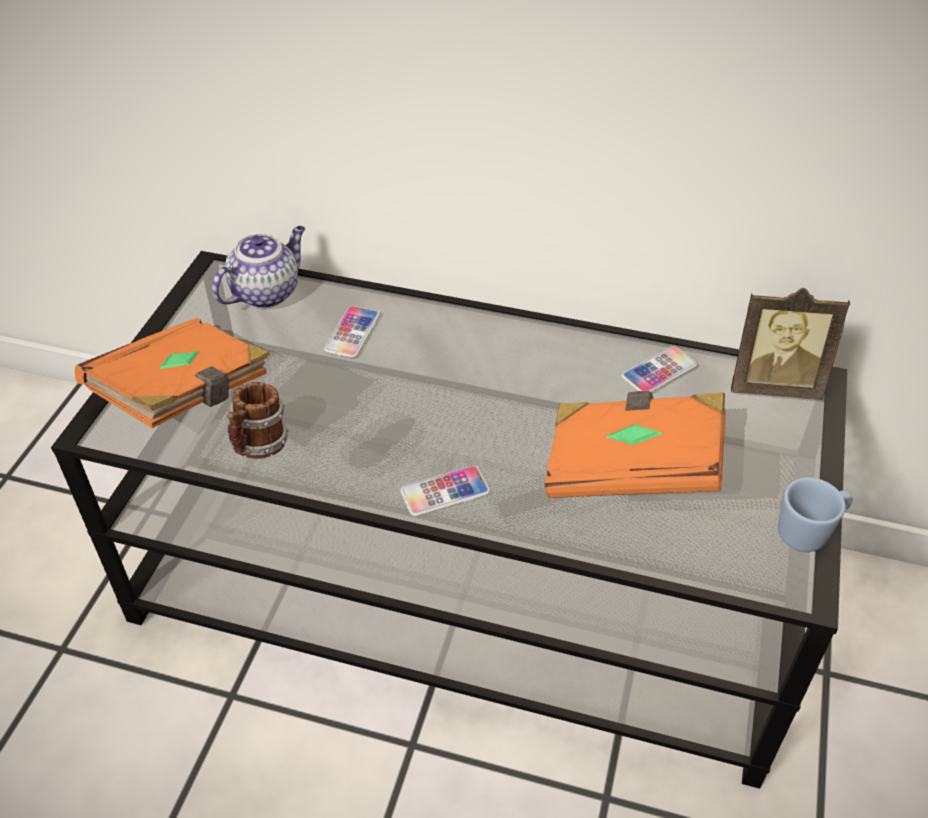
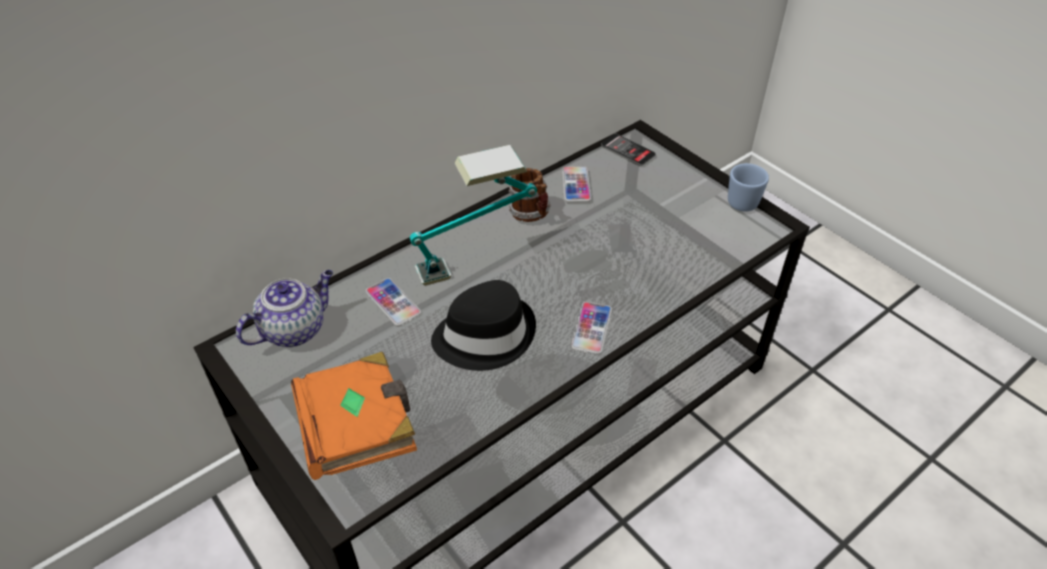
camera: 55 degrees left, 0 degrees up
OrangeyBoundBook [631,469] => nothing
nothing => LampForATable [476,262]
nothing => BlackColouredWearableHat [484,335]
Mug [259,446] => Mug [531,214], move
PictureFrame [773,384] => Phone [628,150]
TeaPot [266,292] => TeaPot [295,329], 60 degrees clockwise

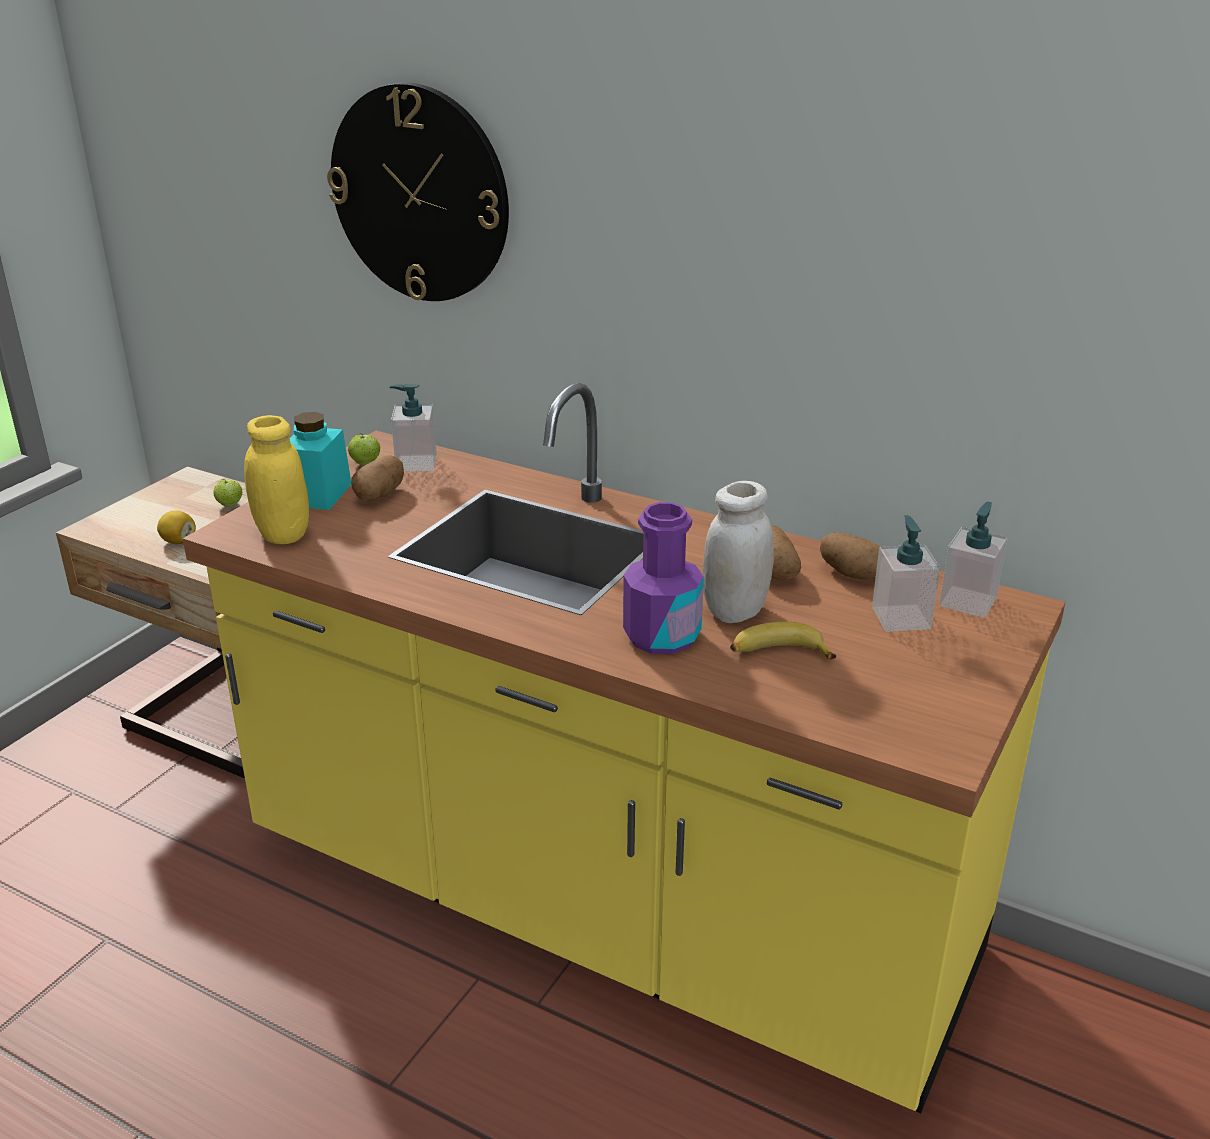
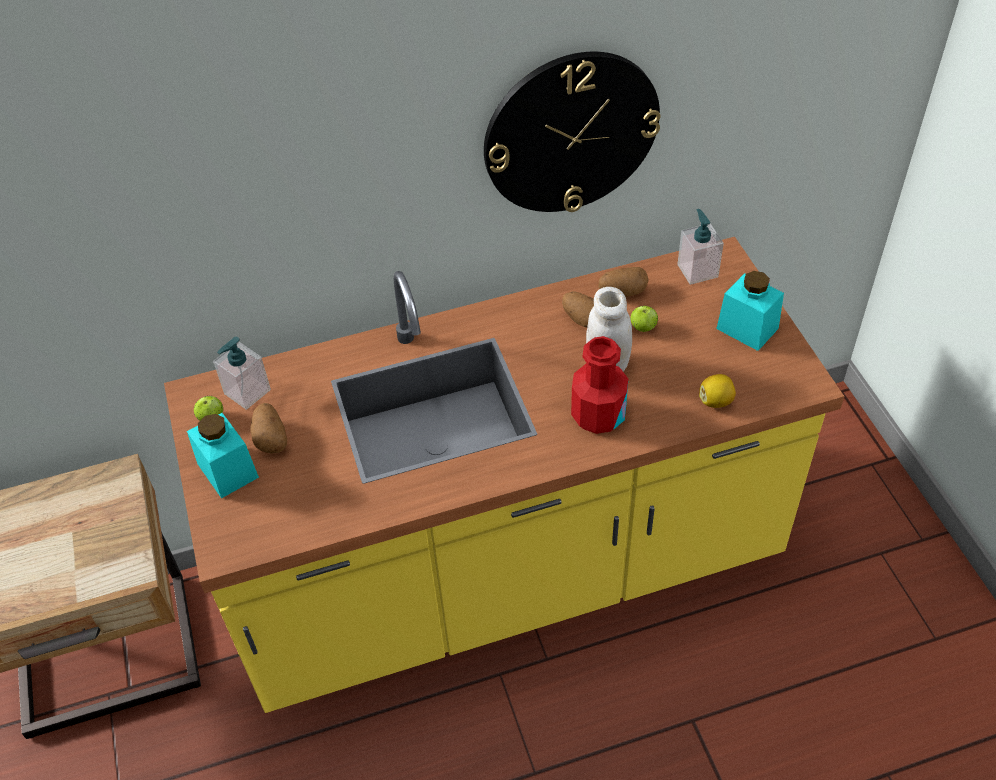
camera: 45 degrees left, 20 degrees up
YellowishPreserveJar [283,535] => nothing
WholeBanana [778,653] => nothing
SoapDispenser [900,618] => nothing
nothing => BlueGreenPreserveJar [747,328]
WholeLemon [178,541] => WholeLemon [716,401], move
AppleFruit [230,505] => AppleFruit [643,328], move
ClockOnTheWall [420,194] => ClockOnTheWall [571,133], move
PurpleColouredBeverageBottle [662,636] => RedBeverageBottle [598,415]

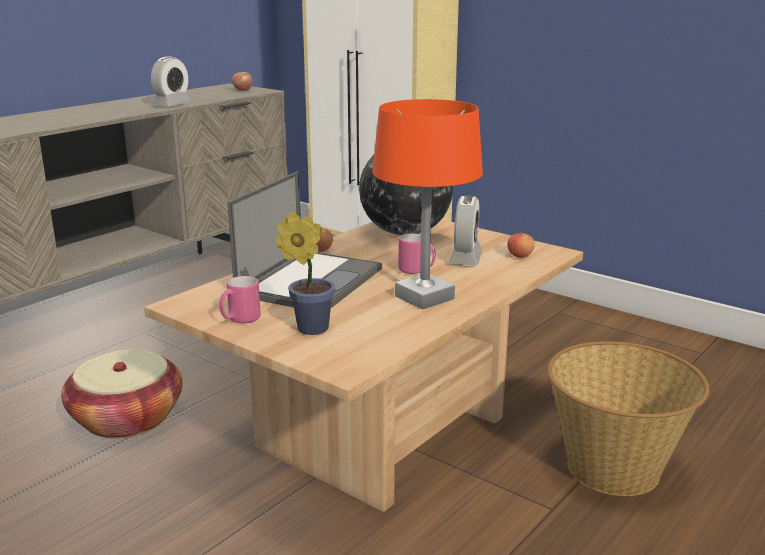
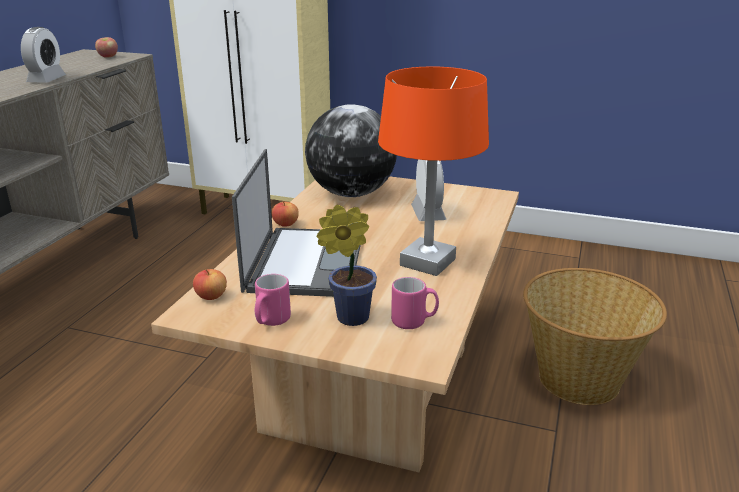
camera: 20 degrees left, 5 degrees up
Basket [127,418] => nothing
PinkMug [416,271] => PinkMug [414,322], move
AppleFruit [520,256] => AppleFruit [211,296], move

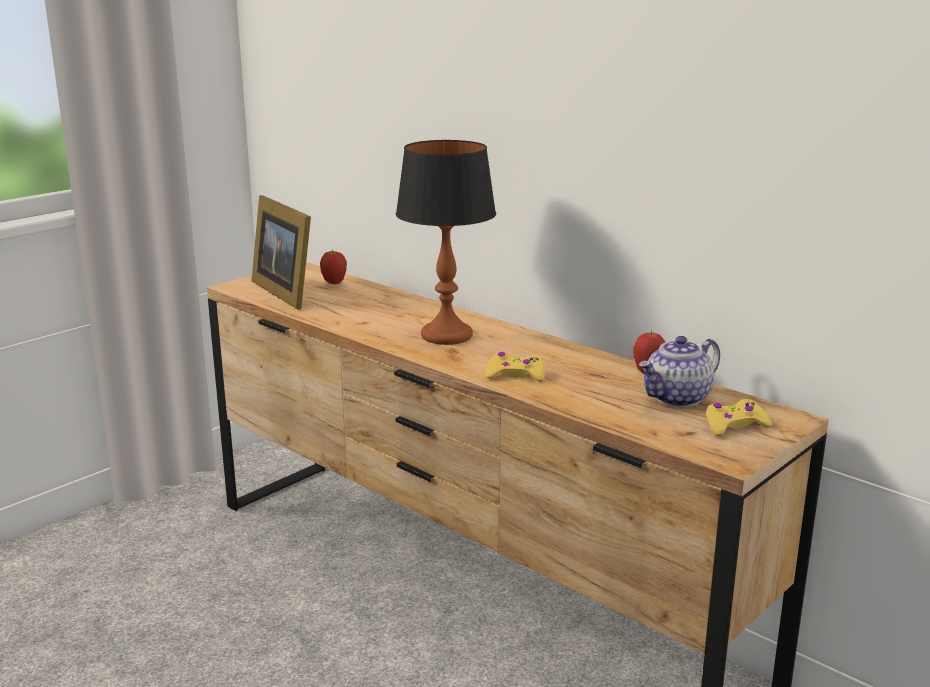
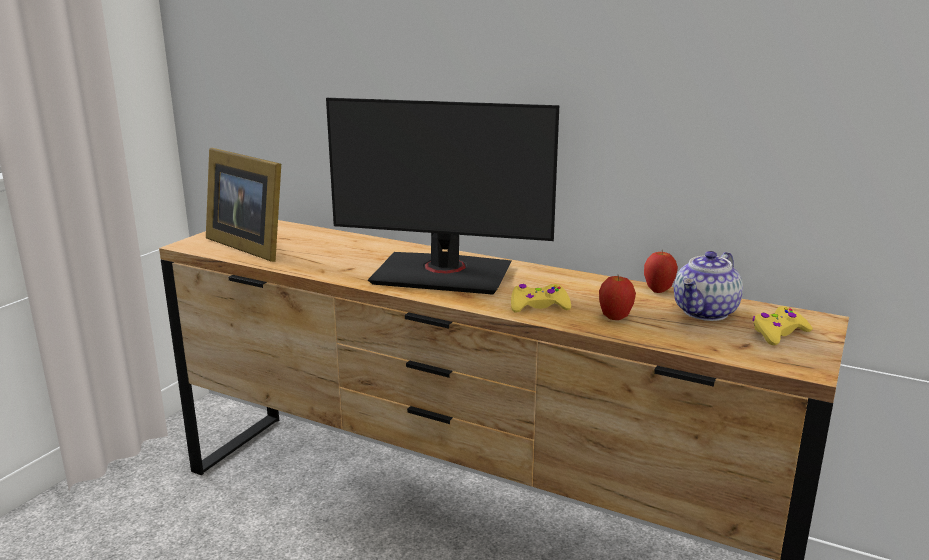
camera: 15 degrees left, 0 degrees up
AppleFruit [334,283] => AppleFruit [615,318], move
LampForATable [447,335] => ComputerDisplay [442,274]

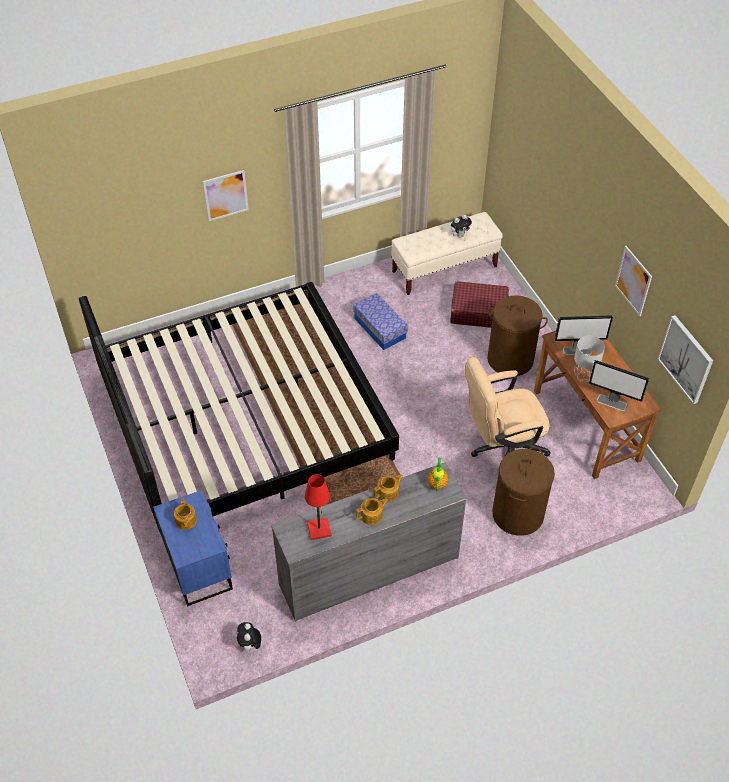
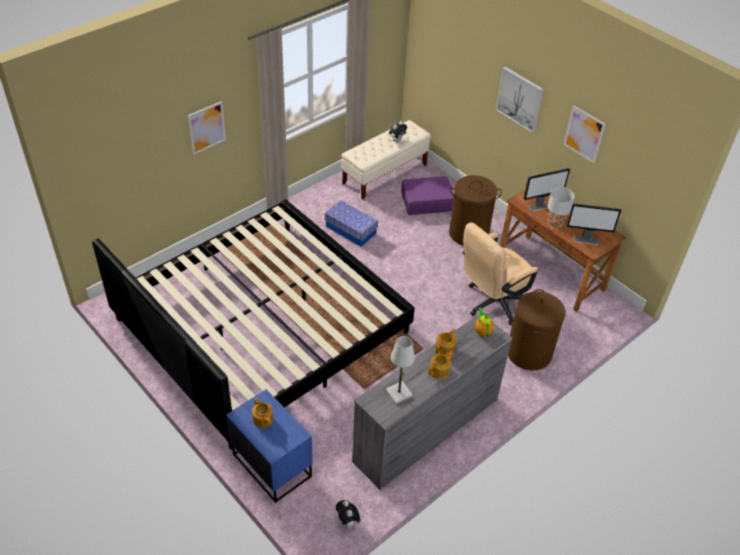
camera: 20 degrees left, 5 degrees down
WallPicture [686,359] => WallPicture [520,99], move
RedLampForATable [319,529] => WhiteColouredLampForATable [399,393]
RedPieceOfLuggage [478,311] => PurpleColouredPieceOfLuggage [426,201]

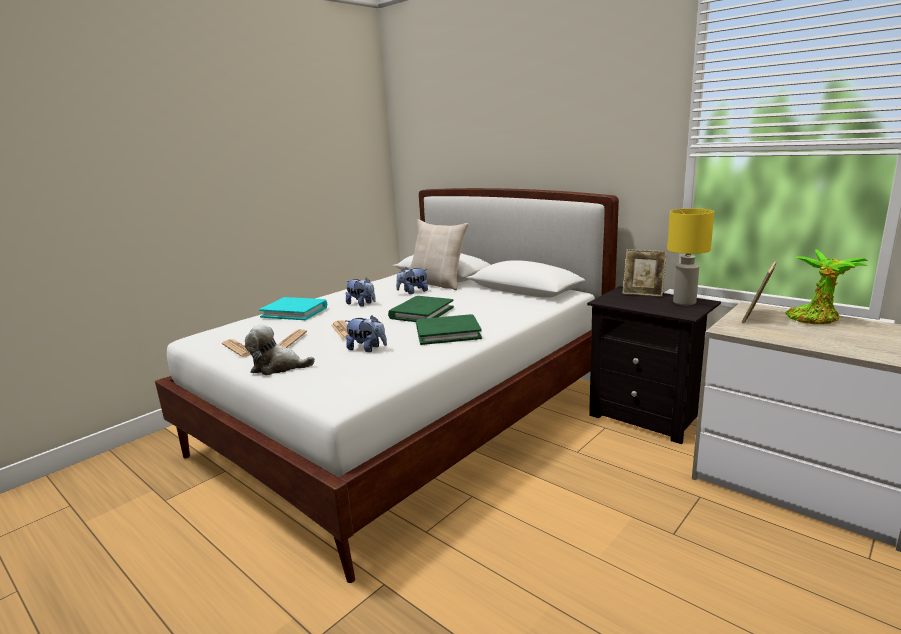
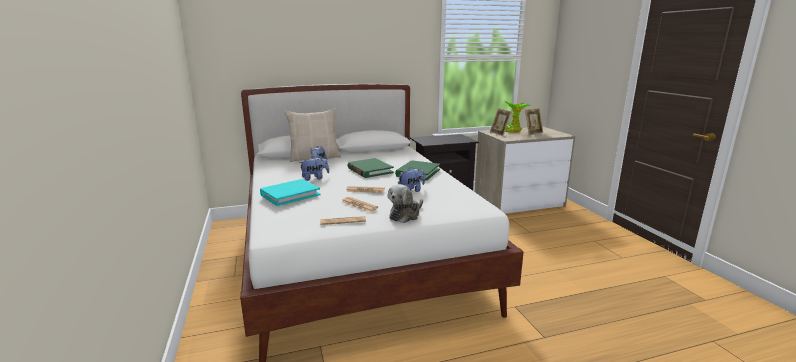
camera: 60 degrees left, 0 degrees up
YellowishLampForATable [683,302] => nothing
PictureFrame [643,293] => PictureFrame [533,133], move

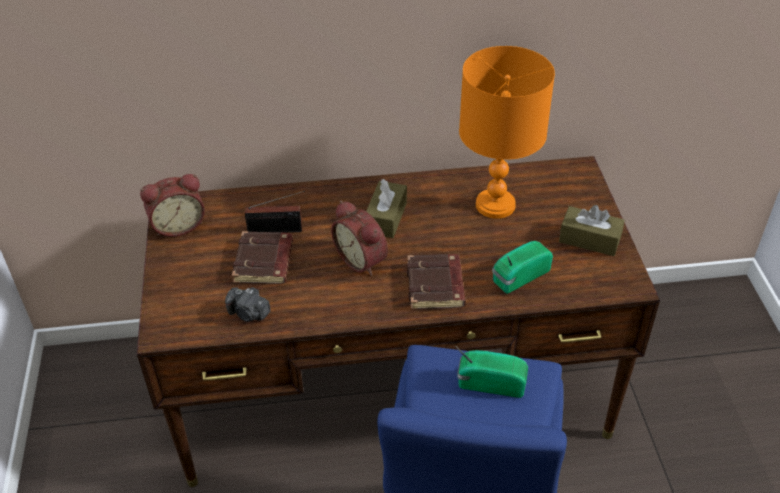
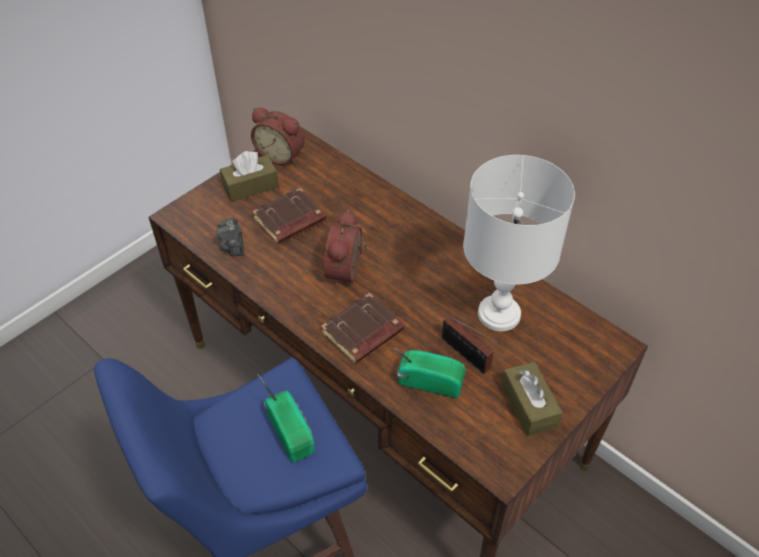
camera: 50 degrees right, 5 degrees up
RadioReceiver [278,230] => RadioReceiver [467,356], move
BrownishTissueHolder [386,218] => BrownishTissueHolder [250,186], move
OrangeyLampForATable [496,204] => WhiteColouredLampForATable [500,314]

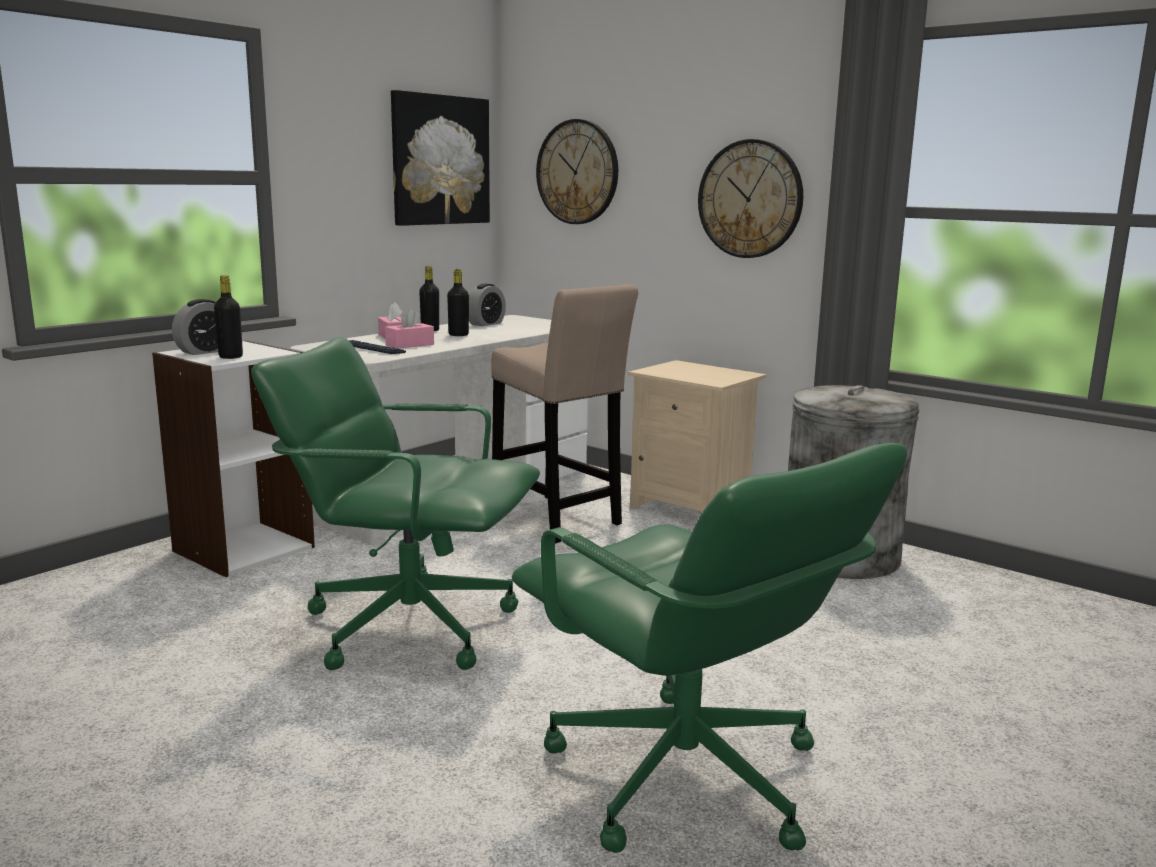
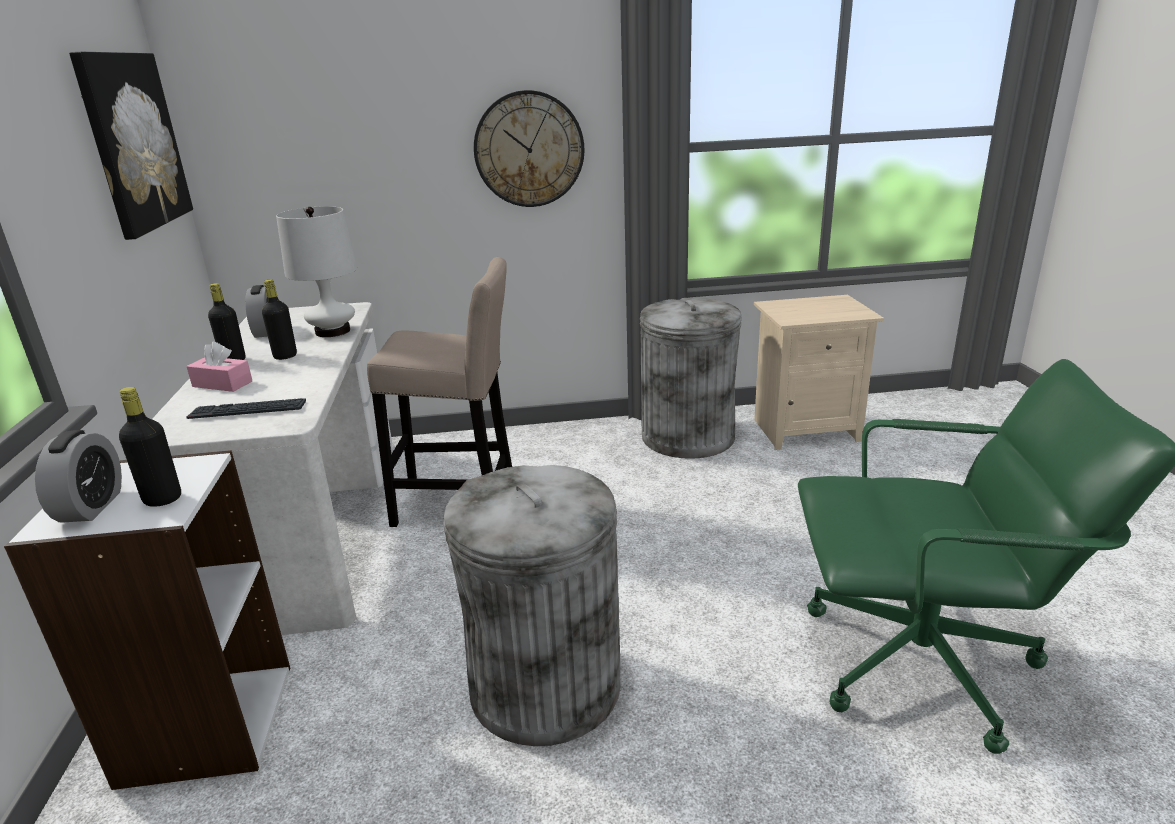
camera: 45 degrees left, 10 degrees up
PinkTissueHolder [410,345] => nothing
ClockOnTheWall [577,172] => nothing
nothing => WhiteColouredLampForATable [333,331]
BeigeColouredNightstand [691,508] => BeigeColouredNightstand [804,429], move
GreenColouredComputerChair [408,625] => GrayTrashCan [544,685]

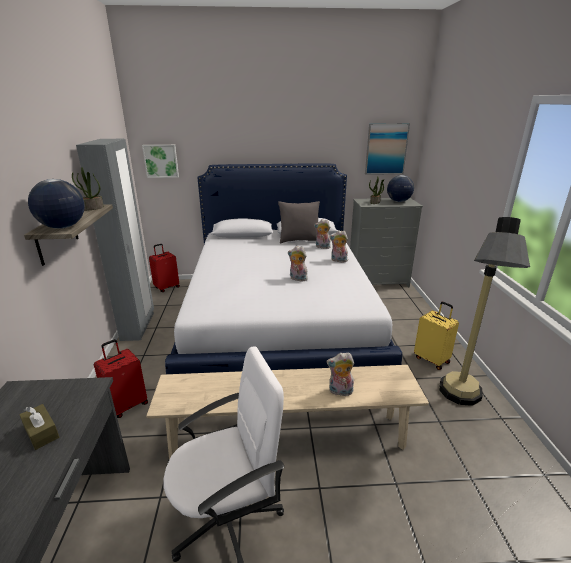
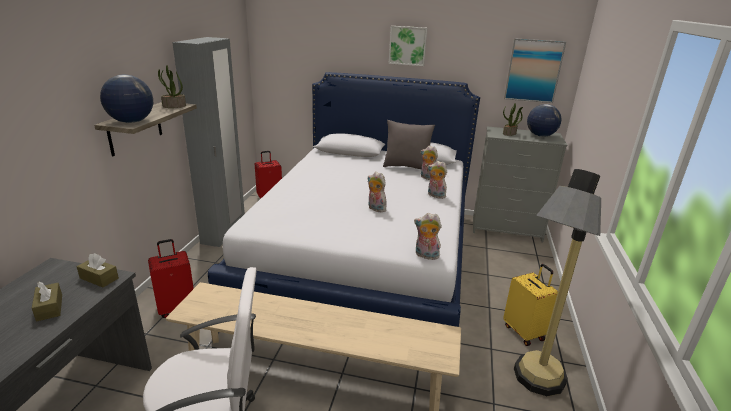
camera: 15 degrees right, 0 degrees up
nothing => BrownishTissueHolder [99,278]
WallPicture [161,161] => WallPicture [407,45], move
SoftToy [340,392] => SoftToy [425,256], move

